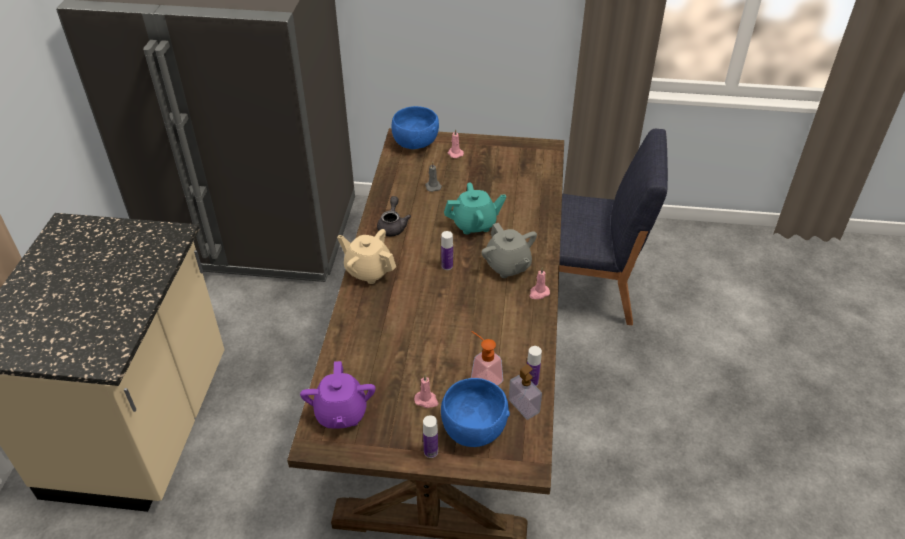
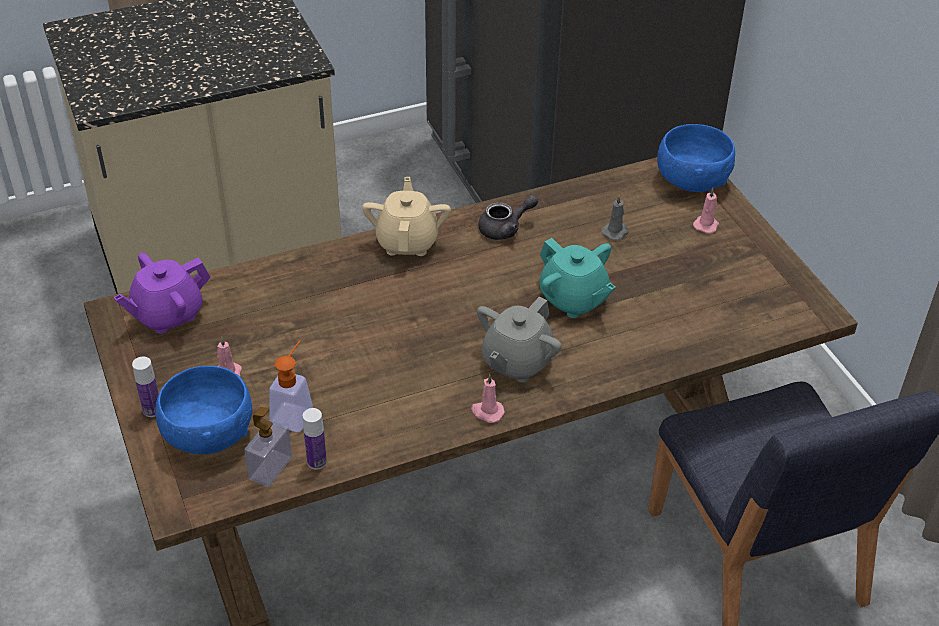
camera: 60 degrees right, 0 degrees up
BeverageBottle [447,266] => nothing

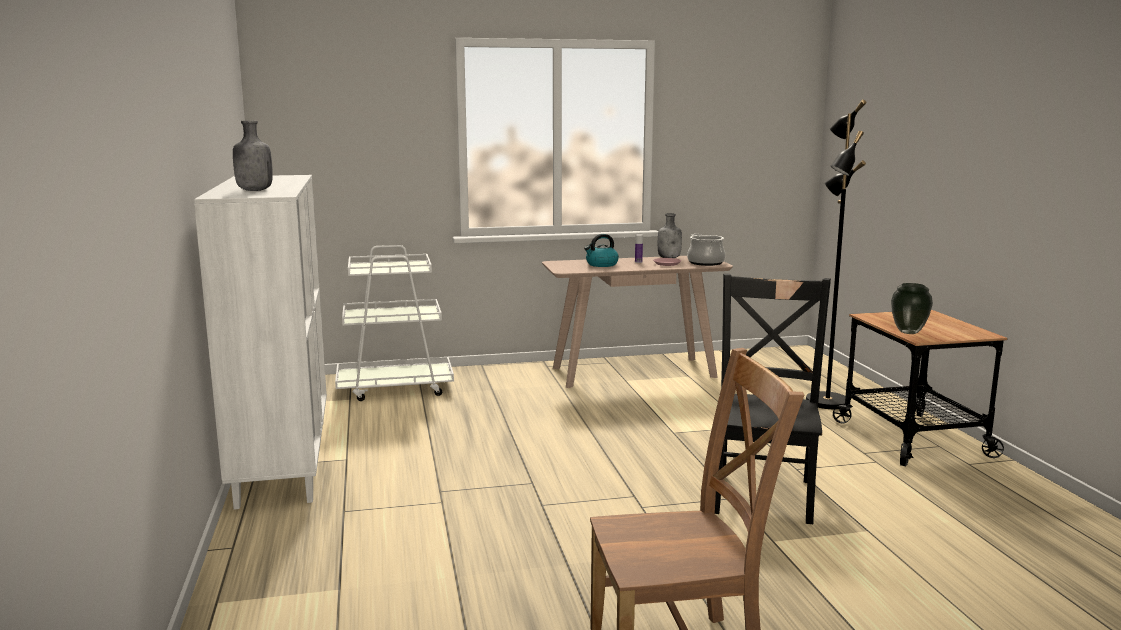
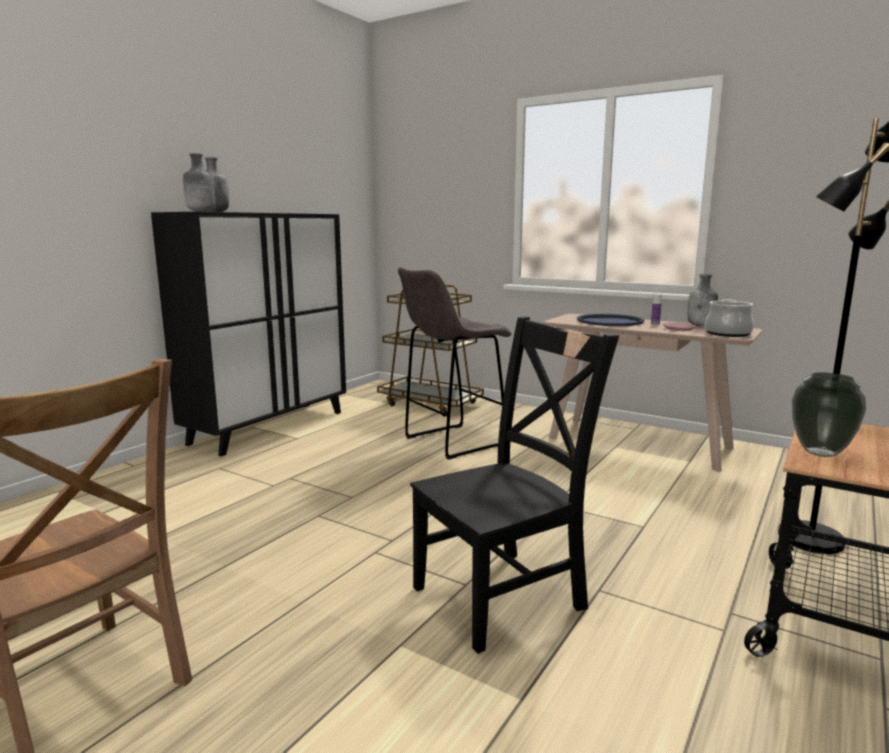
camera: 45 degrees right, 0 degrees up
nothing => GrayBeverageBottle [200,211]
nothing => GraySittingStool [451,442]
Kettle [601,264] => BluishCarryingTray [610,321]
WhiteColouredCupboard [283,460] => BlackColouredCupboard [269,427]
WhiteColouredCart [395,388] => BrownishCart [430,404]

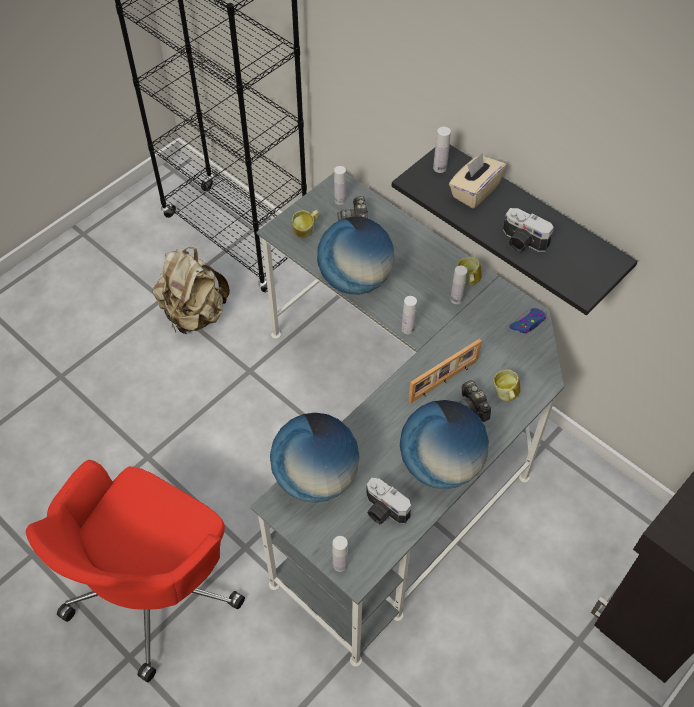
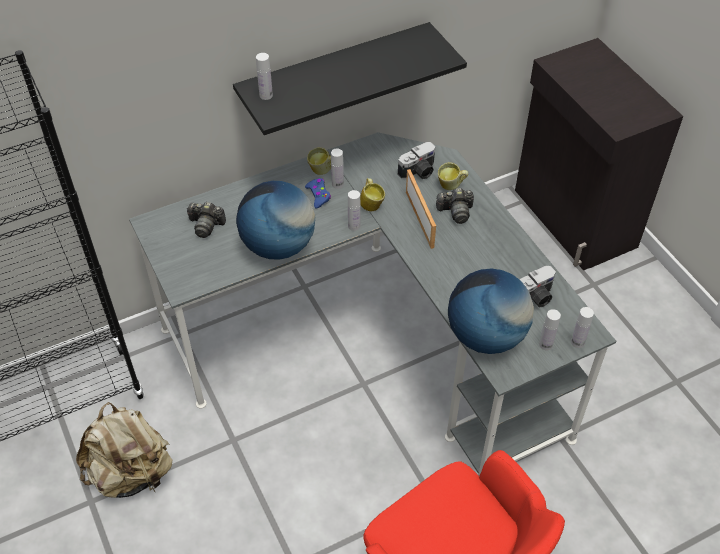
camera: 70 degrees left, 5 degrees down
WorldGlobe [440,465] => nothing
BeigeColouredTissueHolder [474,191] => nothing
Mug [306,231] => Mug [371,204], move
WhiteColouredBeverageBottle [340,200] => WhiteColouredBeverageBottle [545,344], move
StillCamera [522,242] => StillCamera [419,172], move
BluishGamepad [528,324] => BluishGamepad [318,195], move

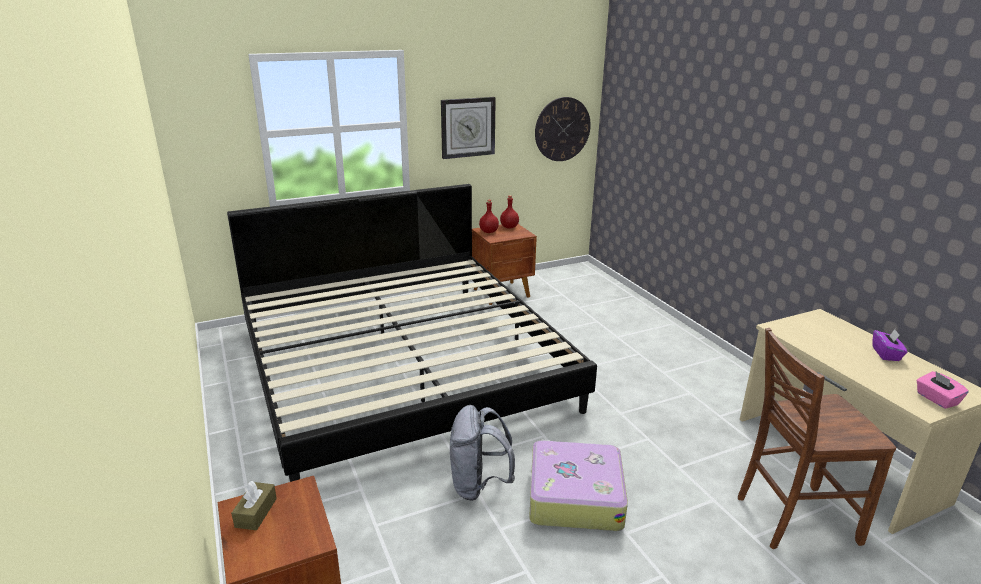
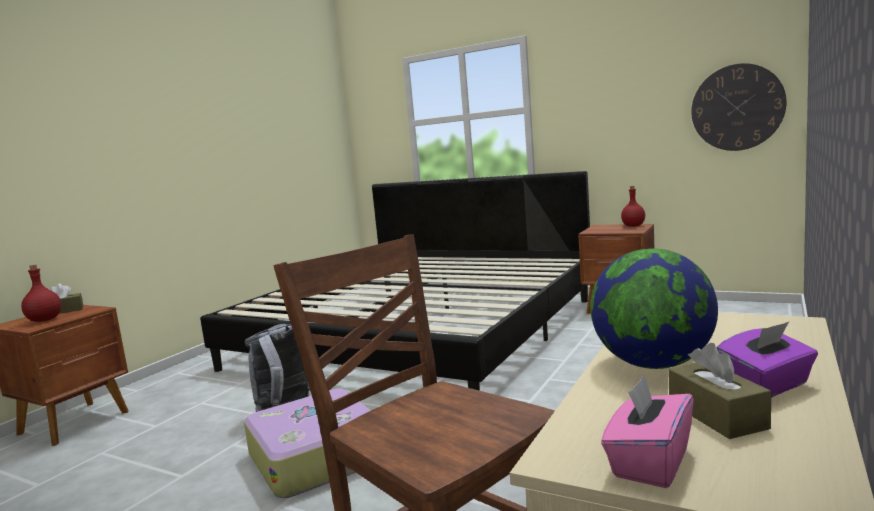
camera: 55 degrees right, 15 degrees down
ClockOnTheWall [468,127] => nothing
nothing => WorldGlobe [653,364]
nothing => BrownishTissueHolder [717,415]
RedBeverageBottle [489,232] => RedBeverageBottle [44,320], move

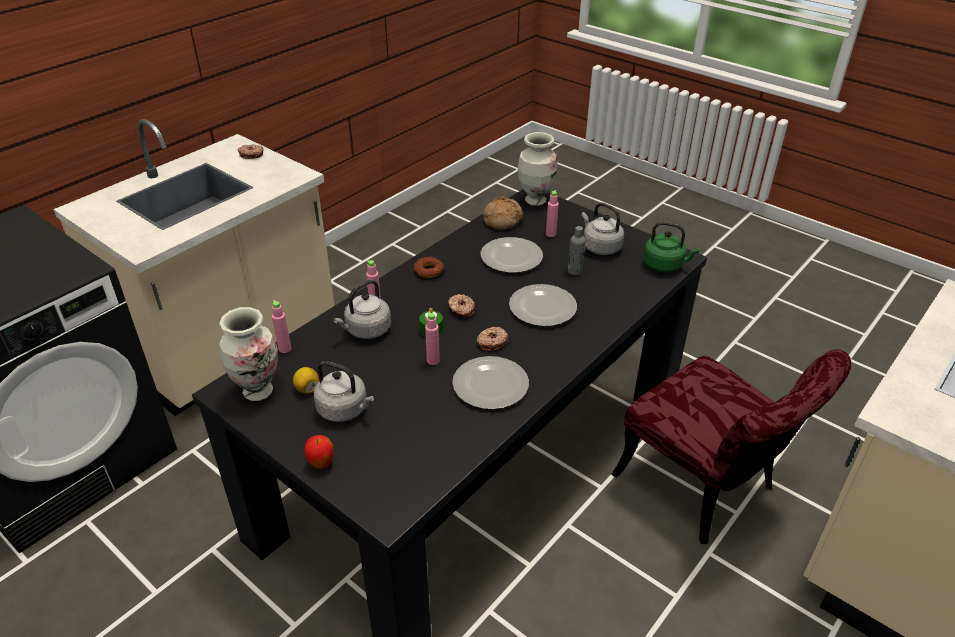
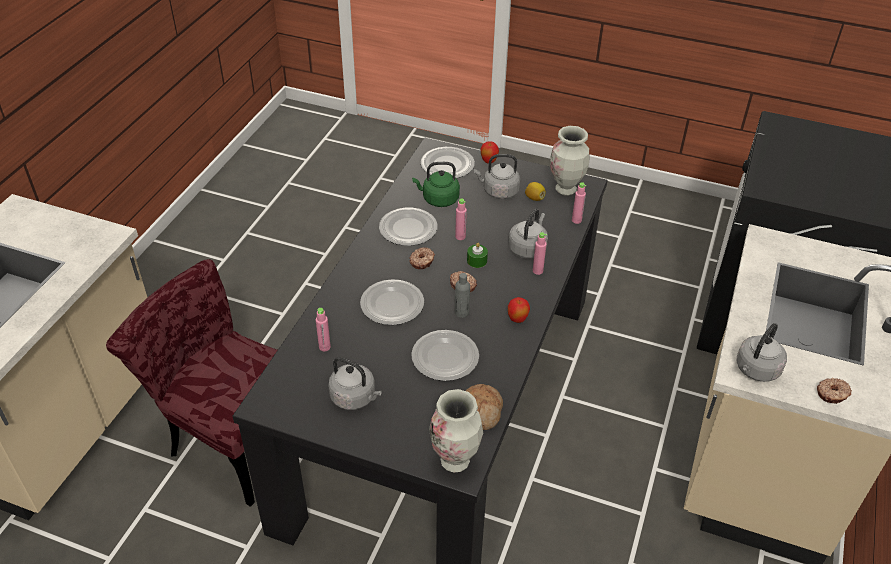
camera: 160 degrees right, 5 degrees up
nothing => Plate [447,165]
nothing => GrayKettle [756,370]
PinkBeverageBottle [551,234] => PinkBeverageBottle [324,347], move
GrayBeverageBottle [574,271] => GrayBeverageBottle [461,312], move
GreenColouredKettle [665,265] => GreenColouredKettle [438,199], move
Donut [428,270] => AppleFruit [517,319]

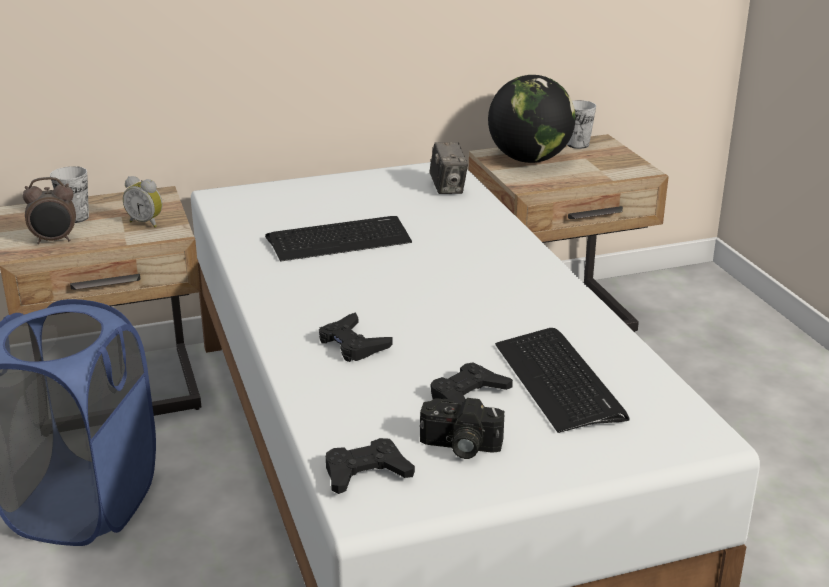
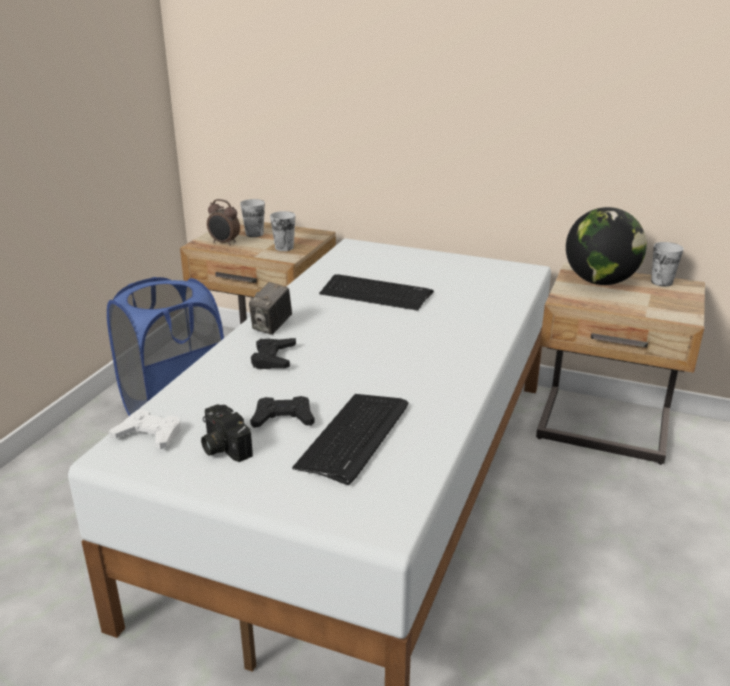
camera: 40 degrees right, 0 degrees up
StillCamera [448,188] => StillCamera [272,327], move
BedsideClock [146,222] => SmallCup [284,248]
BlackColouredGamepad [366,473] => WhiteColouredGamepad [149,435]

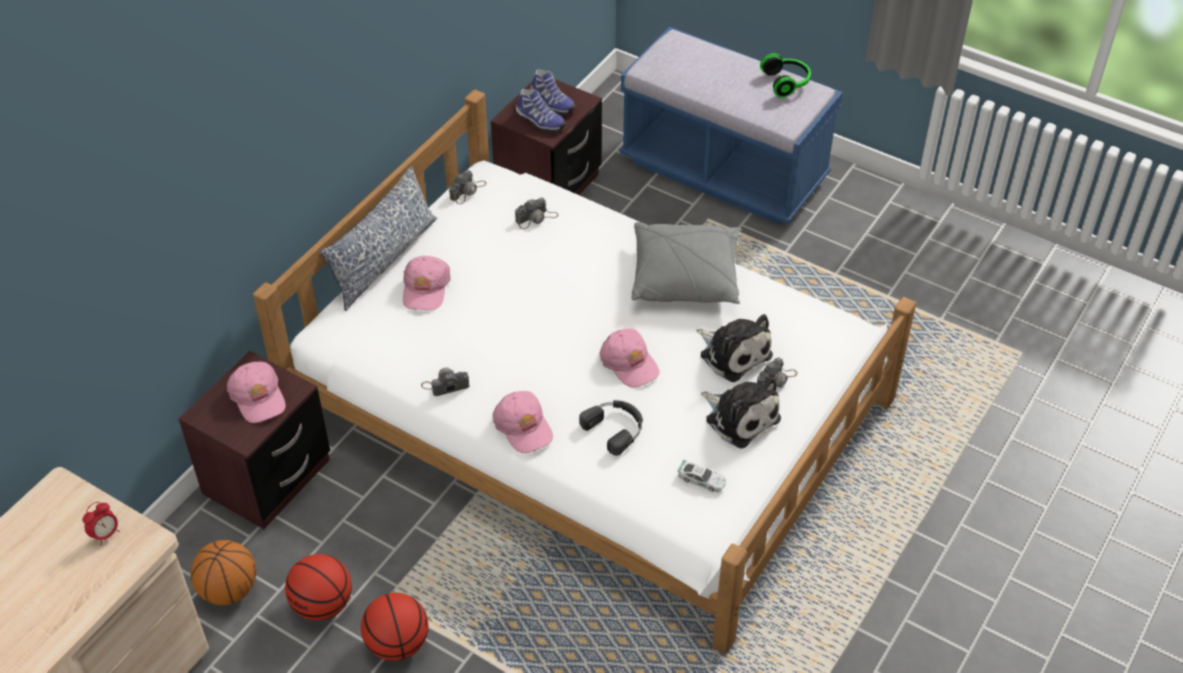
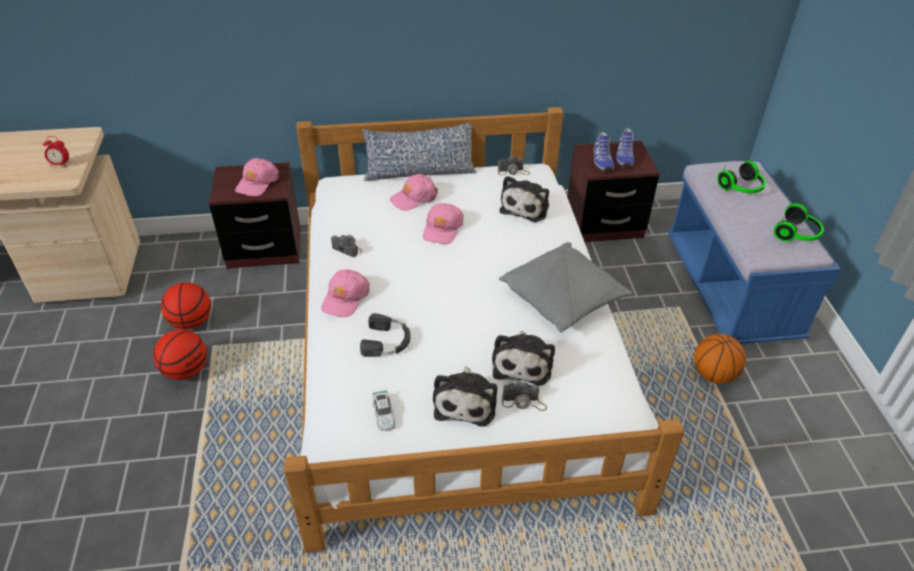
camera: 50 degrees right, 5 degrees down
nothing => Headset [742,188]
BallForBasketball [229,590] => BallForBasketball [713,374], move
PinkPeakedCap [629,362] => PinkPeakedCap [442,228], move
StillCamera [536,218] => SoftToy [526,207]

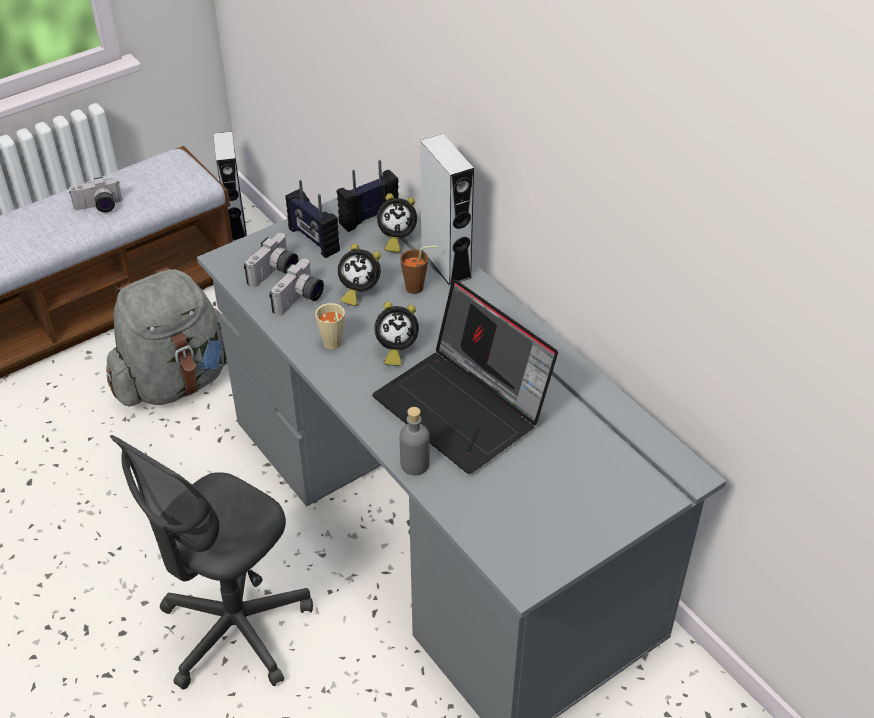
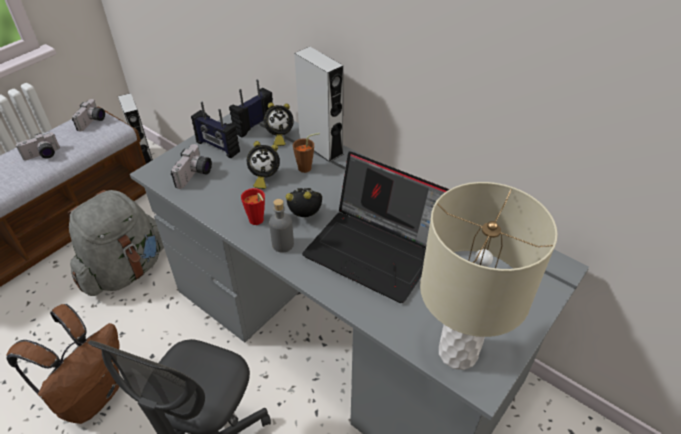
camera: 15 degrees left, 0 degrees up
nothing => BrownishBackpack [91,395]
nothing => BeigeColouredLampForATable [458,352]
StillCamera [300,300] => StillCamera [93,122], move
GrayBeverageBottle [415,464] => GrayBeverageBottle [283,244], move
BeigeColouredSmallCup [333,346] => RedSmallCup [257,222]
BedsideClock [395,350] => BedsideClock [306,216], 150 degrees counterclockwise

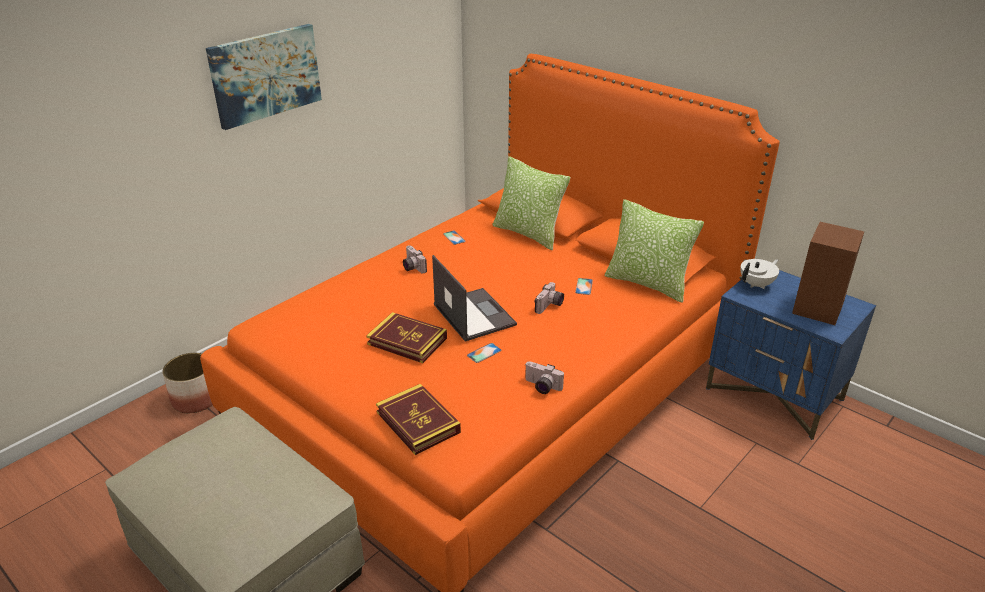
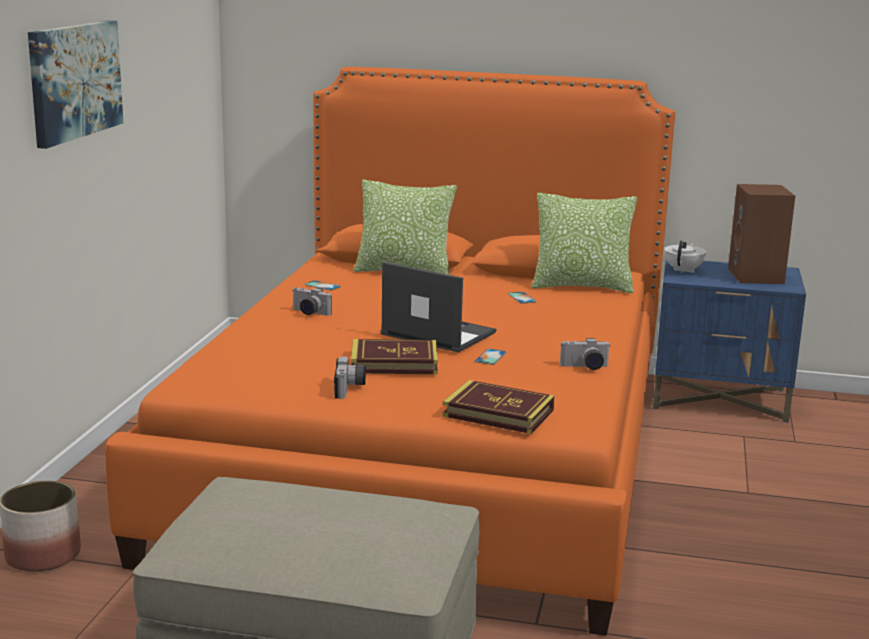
camera: 30 degrees left, 15 degrees down
StillCamera [550,306] => StillCamera [350,389], move

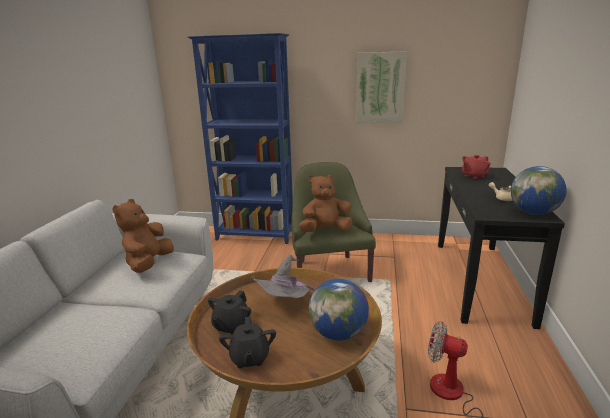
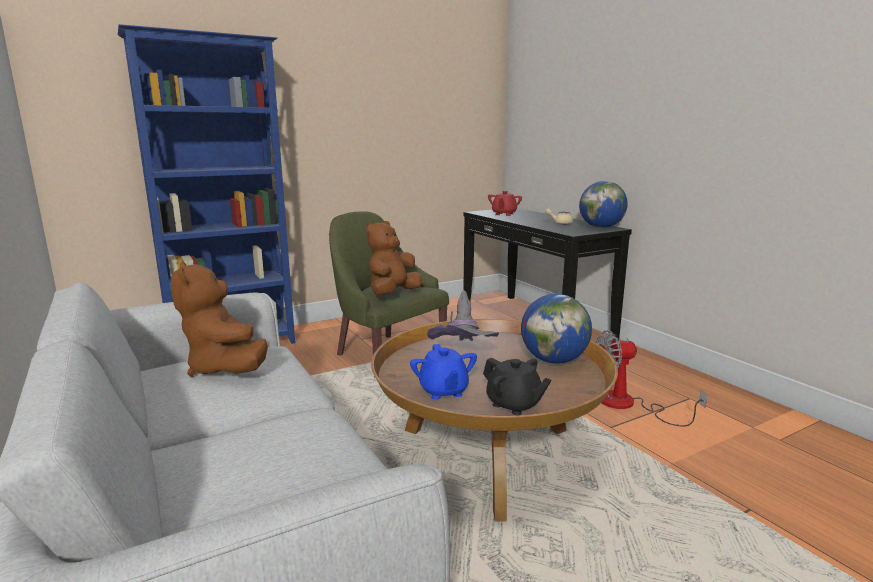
camera: 40 degrees left, 5 degrees down
WallPicture [380,88] => nothing
BlackColouredTeaPot [231,326] => BluishTeaPot [443,391]

